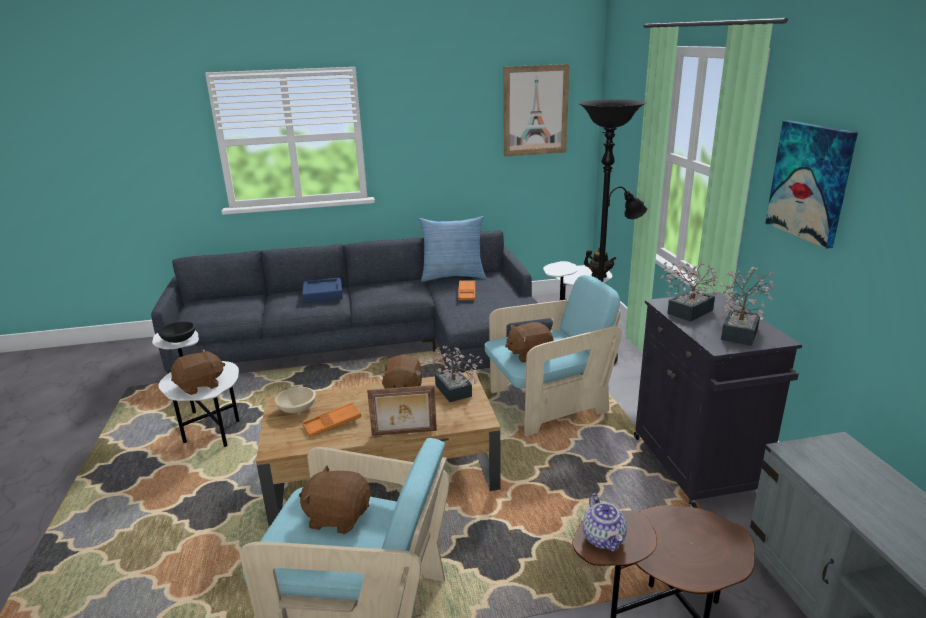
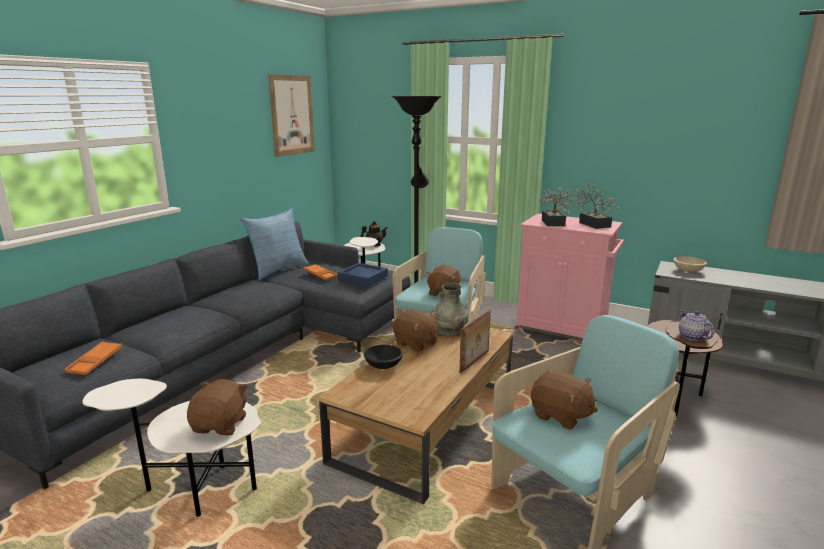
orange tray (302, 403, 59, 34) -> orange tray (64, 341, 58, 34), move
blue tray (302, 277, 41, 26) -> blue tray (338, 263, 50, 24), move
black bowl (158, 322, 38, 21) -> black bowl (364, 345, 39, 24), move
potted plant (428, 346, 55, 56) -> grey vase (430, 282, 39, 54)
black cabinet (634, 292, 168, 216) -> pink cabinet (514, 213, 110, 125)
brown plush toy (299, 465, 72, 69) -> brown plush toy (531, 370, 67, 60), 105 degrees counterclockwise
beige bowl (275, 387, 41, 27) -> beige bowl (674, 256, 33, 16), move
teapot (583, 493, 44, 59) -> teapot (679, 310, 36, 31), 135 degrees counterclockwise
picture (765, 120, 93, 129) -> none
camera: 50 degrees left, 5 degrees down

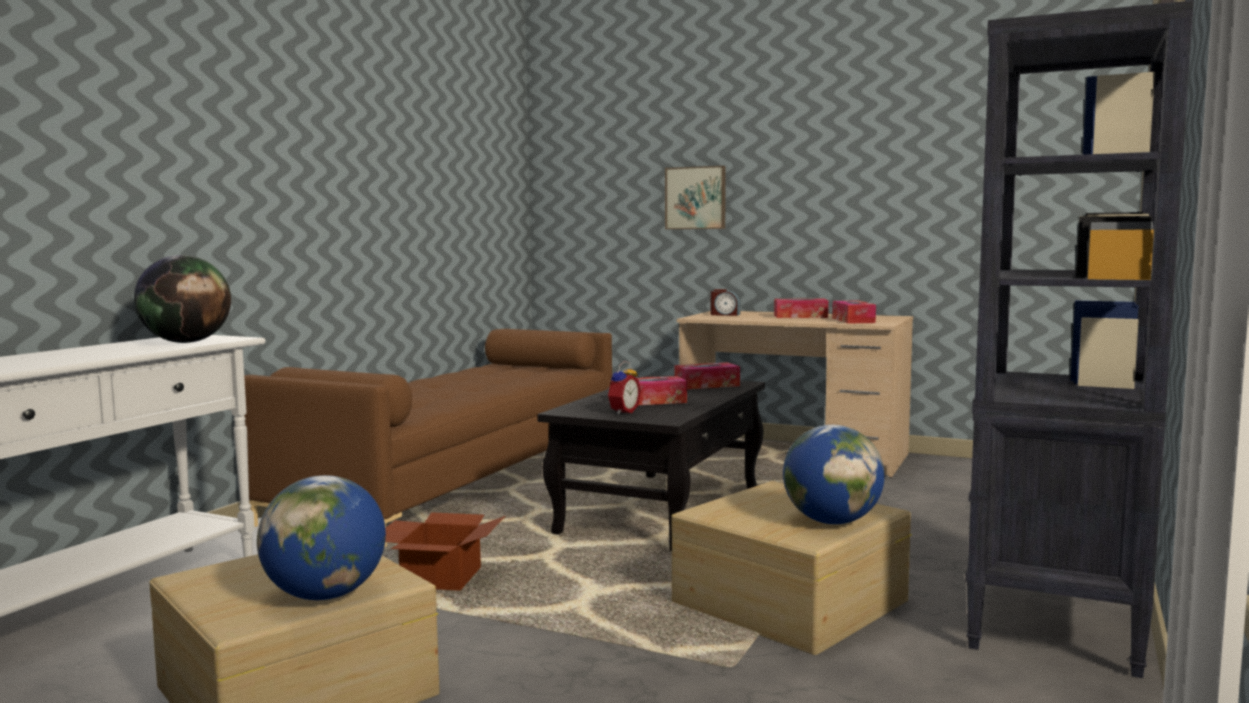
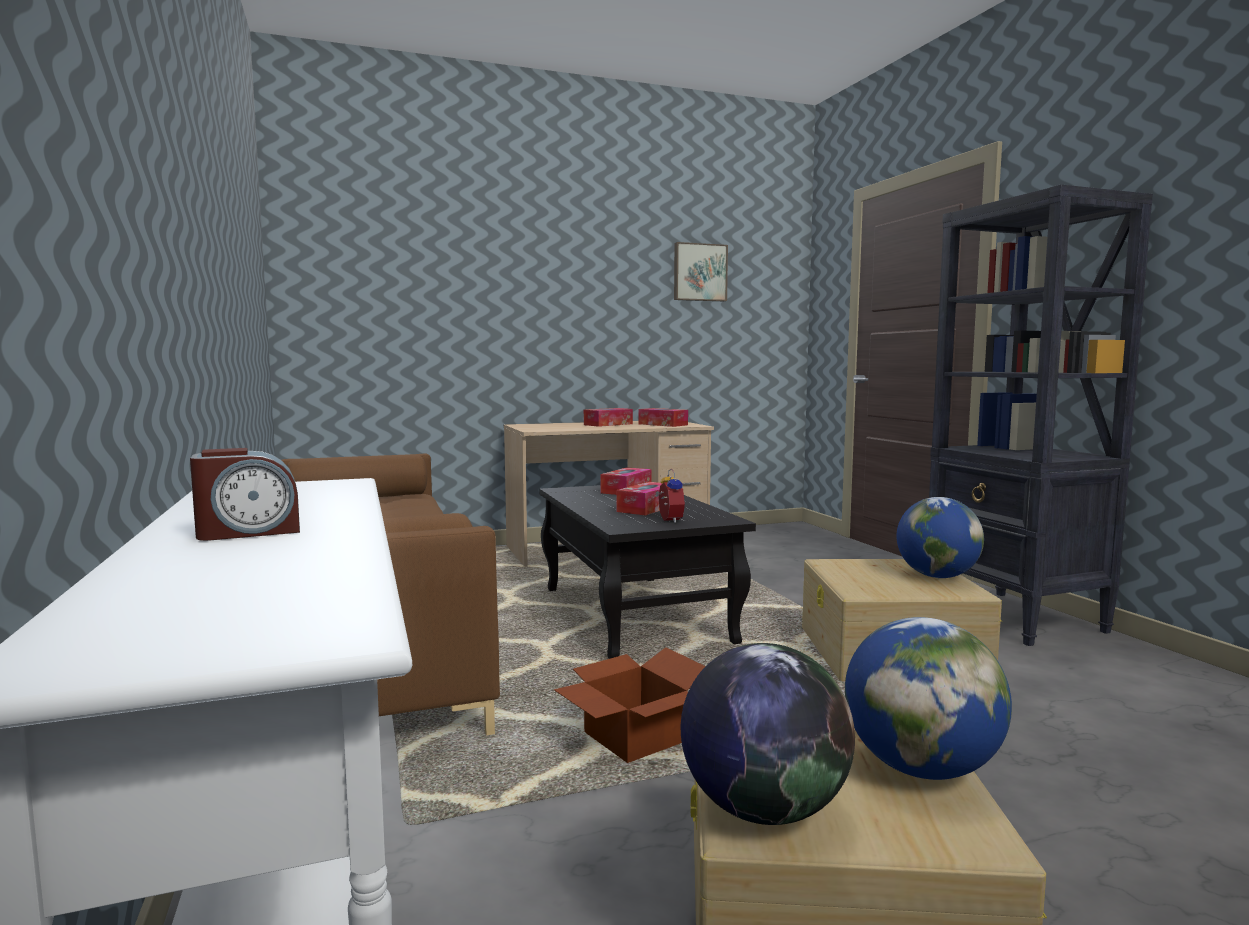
alarm clock (711, 289, 29, 27) -> alarm clock (190, 448, 110, 93), move
picture (665, 166, 61, 63) -> picture (674, 242, 54, 59), move
globe (134, 255, 97, 88) -> globe (681, 643, 174, 182), move
camera: 45 degrees left, 0 degrees up

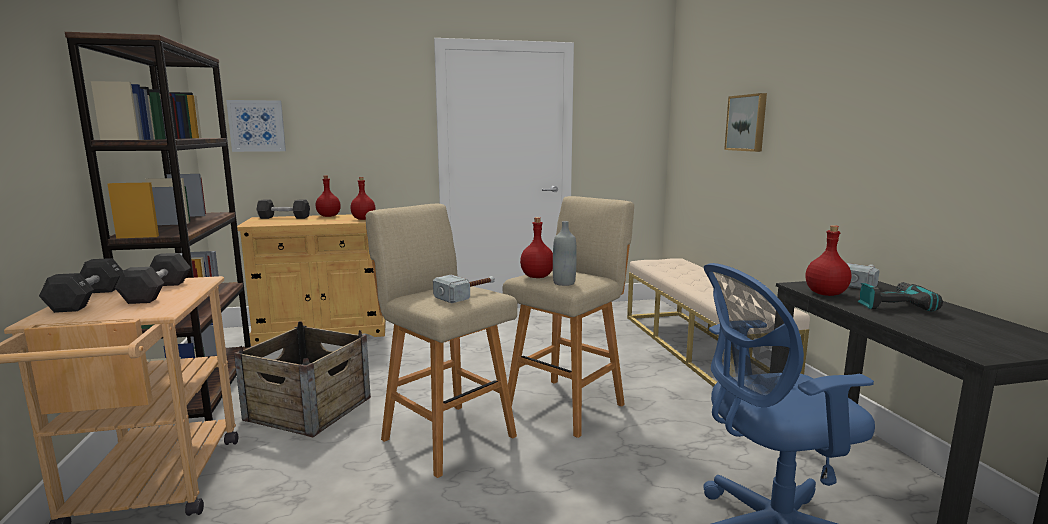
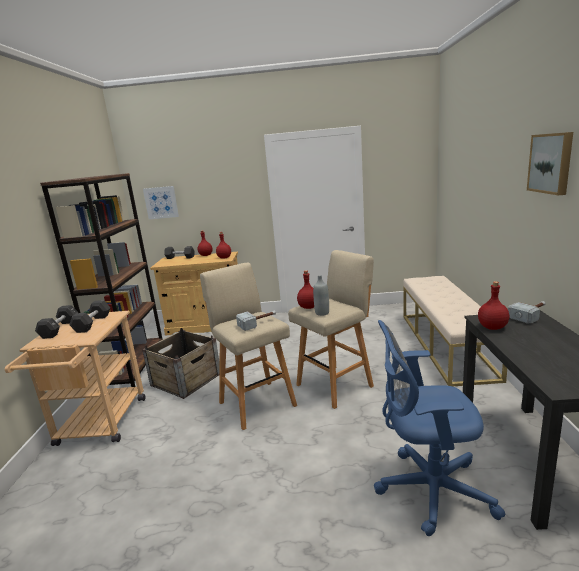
picture (724, 93, 43, 59) -> picture (527, 132, 46, 63), move
power drill (858, 282, 85, 30) -> none
camera: 15 degrees right, 5 degrees up

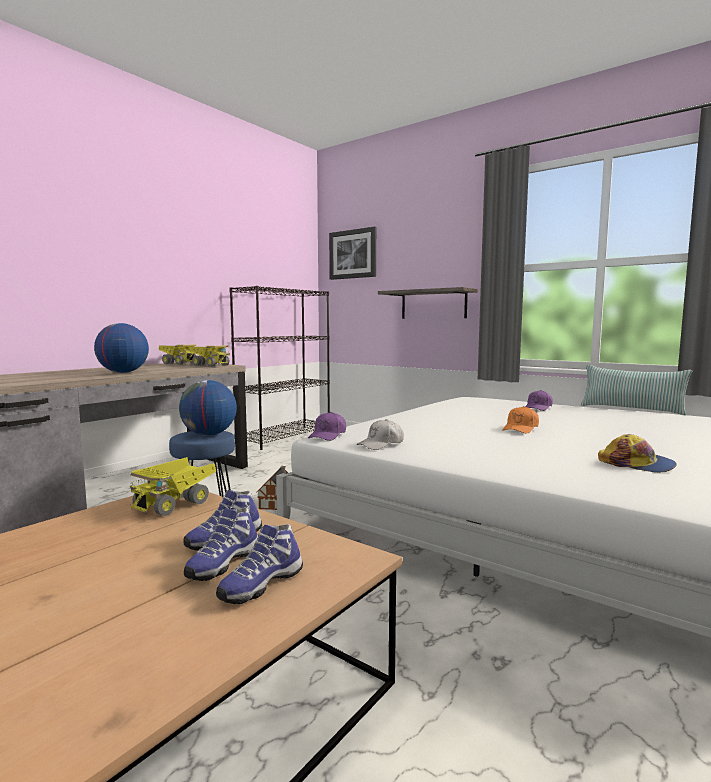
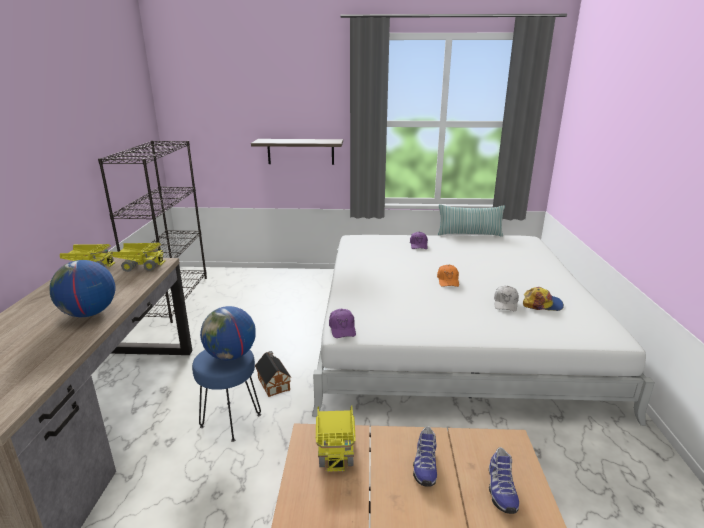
white cap (356, 419, 48, 31) -> white cap (494, 286, 25, 25), move
shoe (184, 508, 74, 73) -> none
picture (329, 227, 47, 53) -> none
camera: 35 degrees left, 15 degrees up

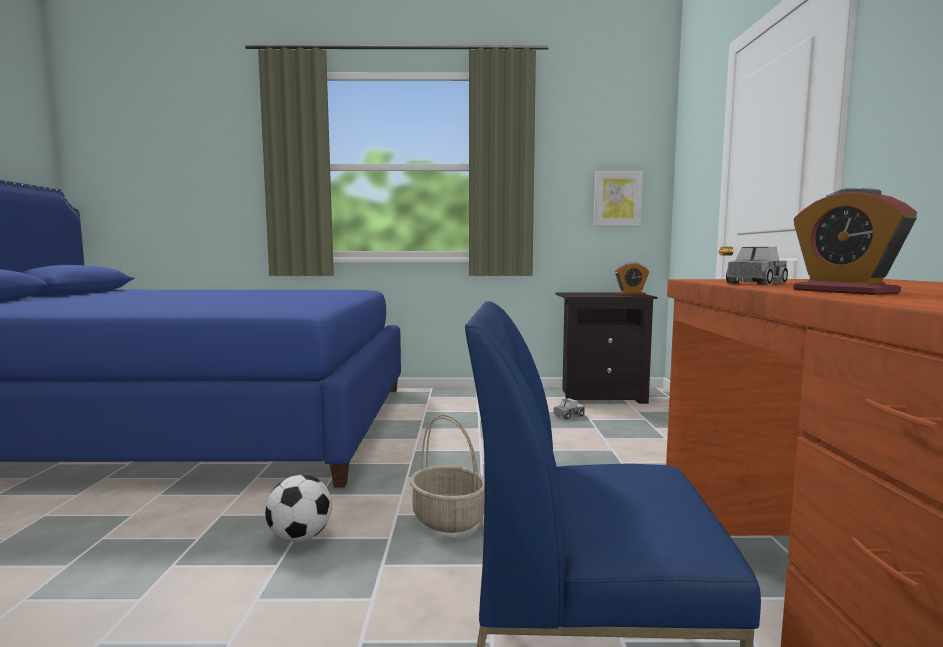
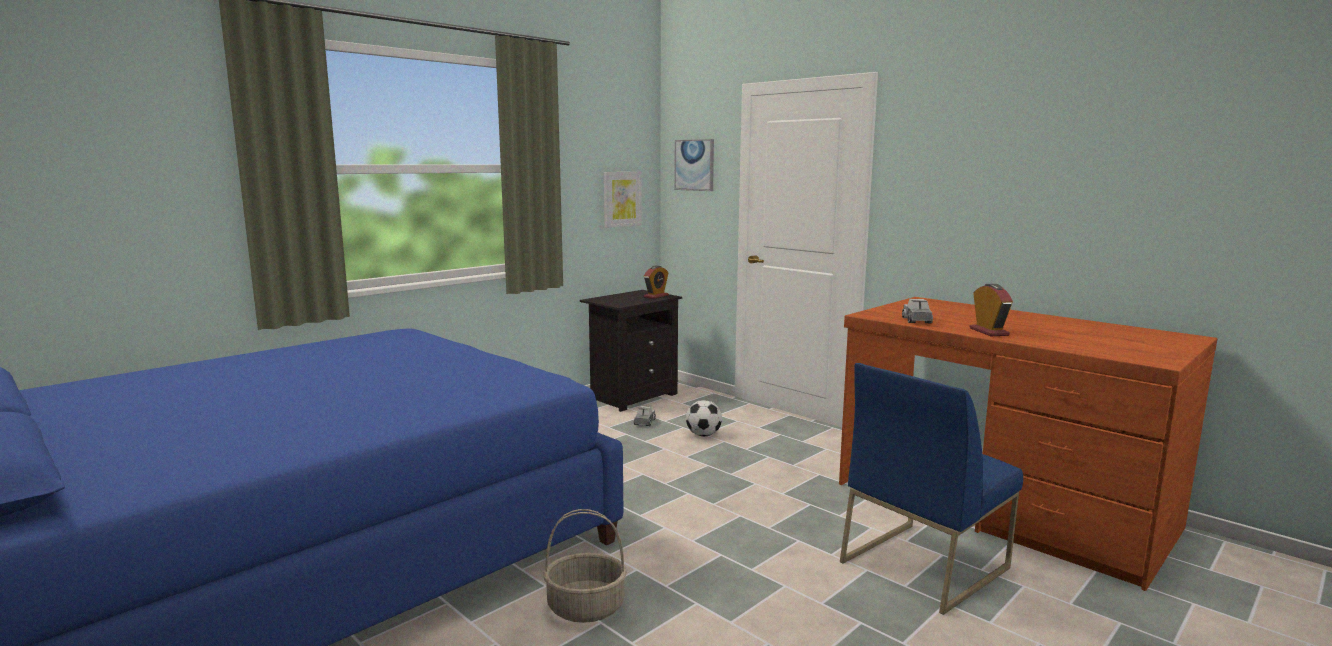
basket (410, 414, 75, 119) -> basket (543, 509, 84, 114), move
none -> picture (674, 139, 40, 52)
football (265, 475, 67, 67) -> football (686, 400, 36, 36), move
alarm clock (793, 188, 124, 107) -> alarm clock (969, 284, 44, 52), 120 degrees counterclockwise
camera: 45 degrees left, 5 degrees up

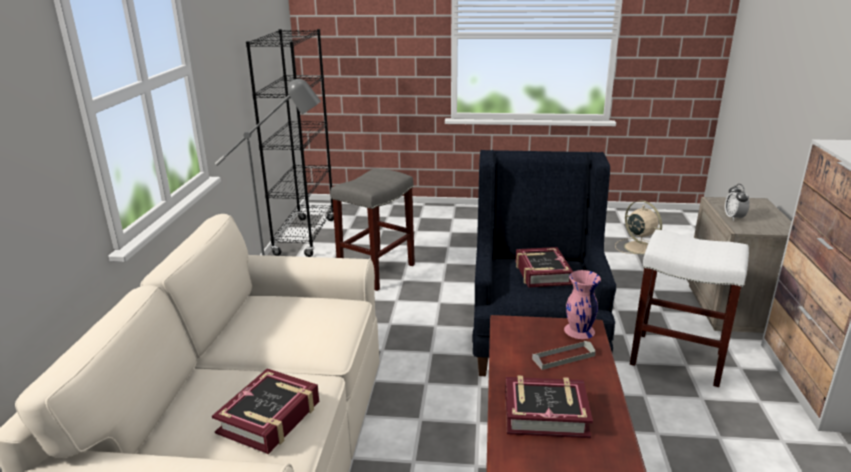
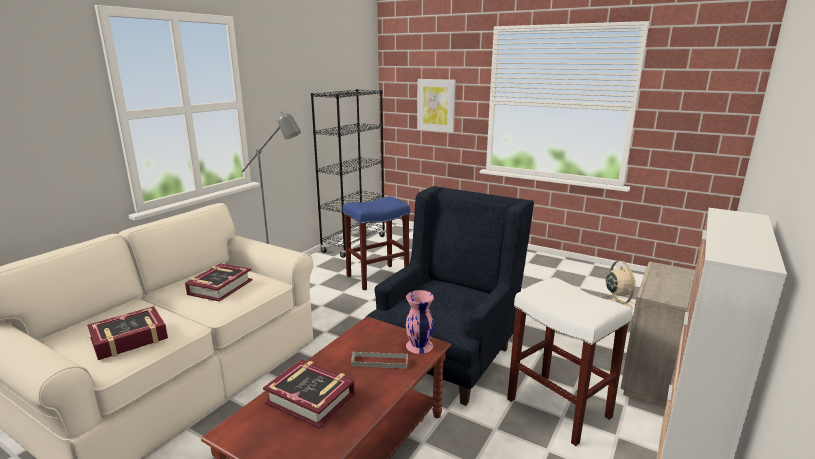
book (516, 247, 57, 40) -> book (185, 263, 67, 39), move
grey stool (330, 169, 85, 122) -> blue stool (343, 197, 67, 93)
none -> picture (417, 79, 39, 54)
alarm clock (725, 184, 25, 37) -> none
camera: 25 degrees right, 5 degrees down

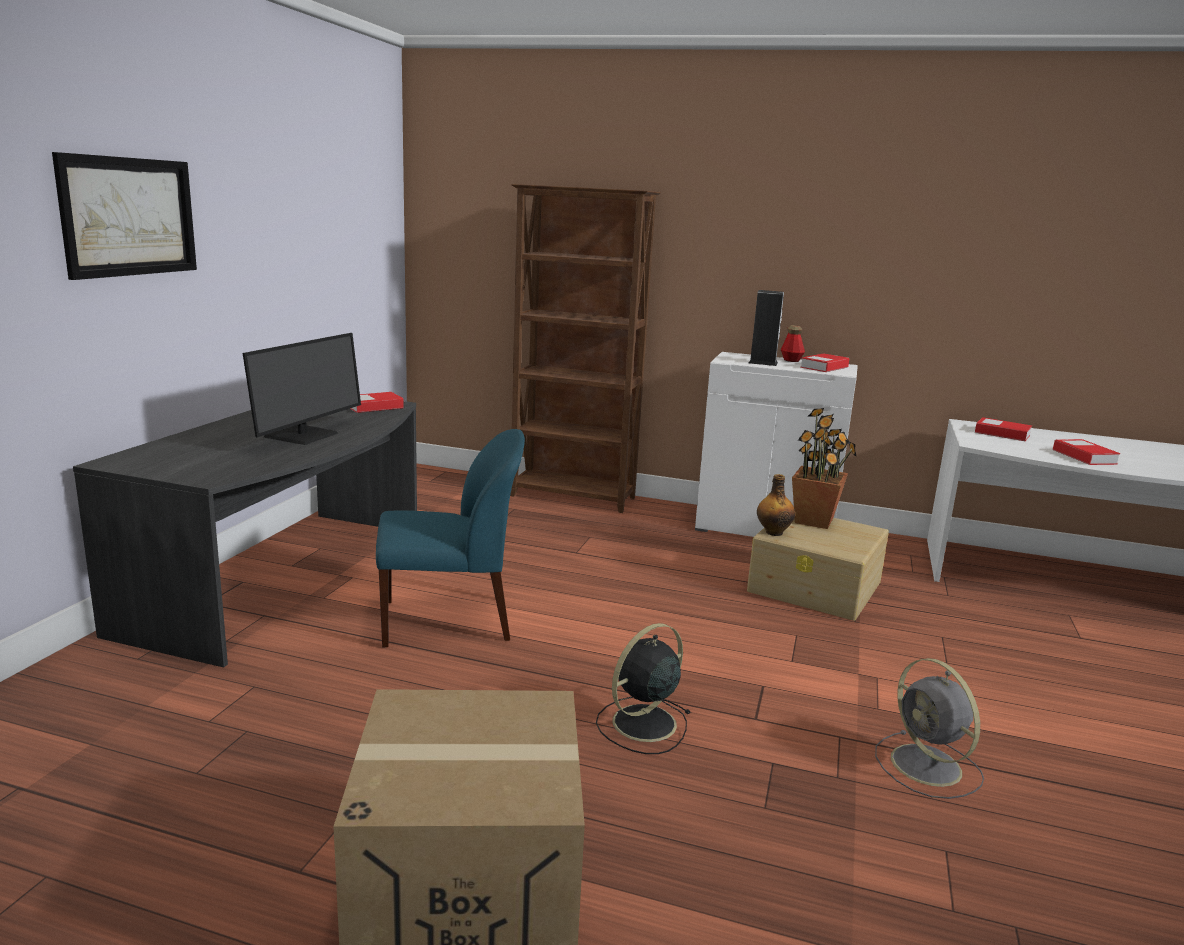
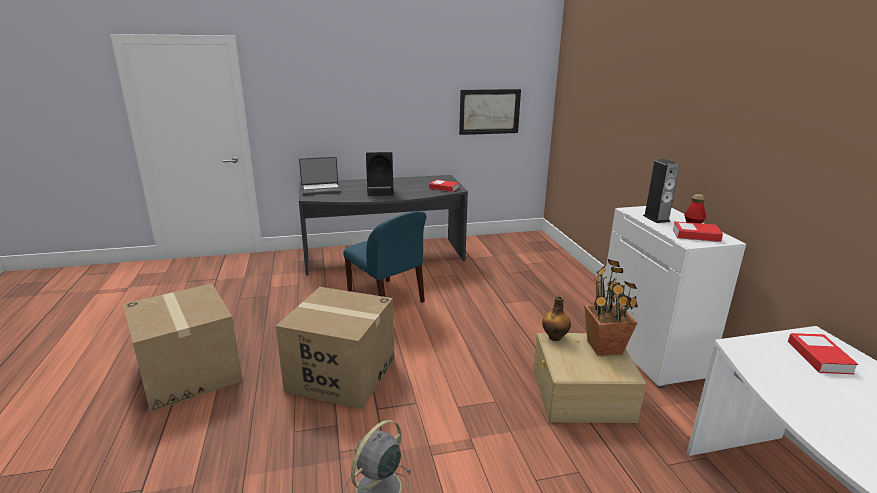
black fan (596, 623, 95, 131) -> cardboard box (276, 287, 118, 122)
none -> laptop (299, 157, 42, 38)
monitor (243, 333, 118, 112) -> black speaker (366, 152, 28, 44)
picture (52, 152, 145, 128) -> picture (459, 89, 62, 46), move
brown bookcase (510, 184, 151, 329) -> none
book (1053, 439, 67, 26) -> none
camera: 60 degrees right, 5 degrees up

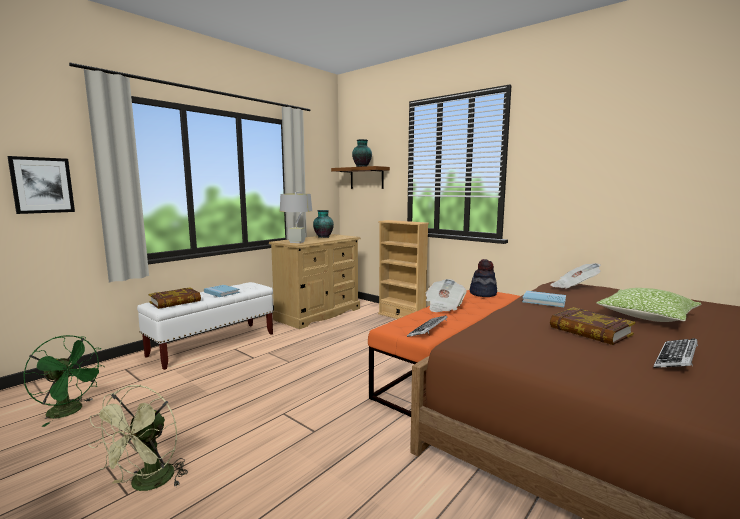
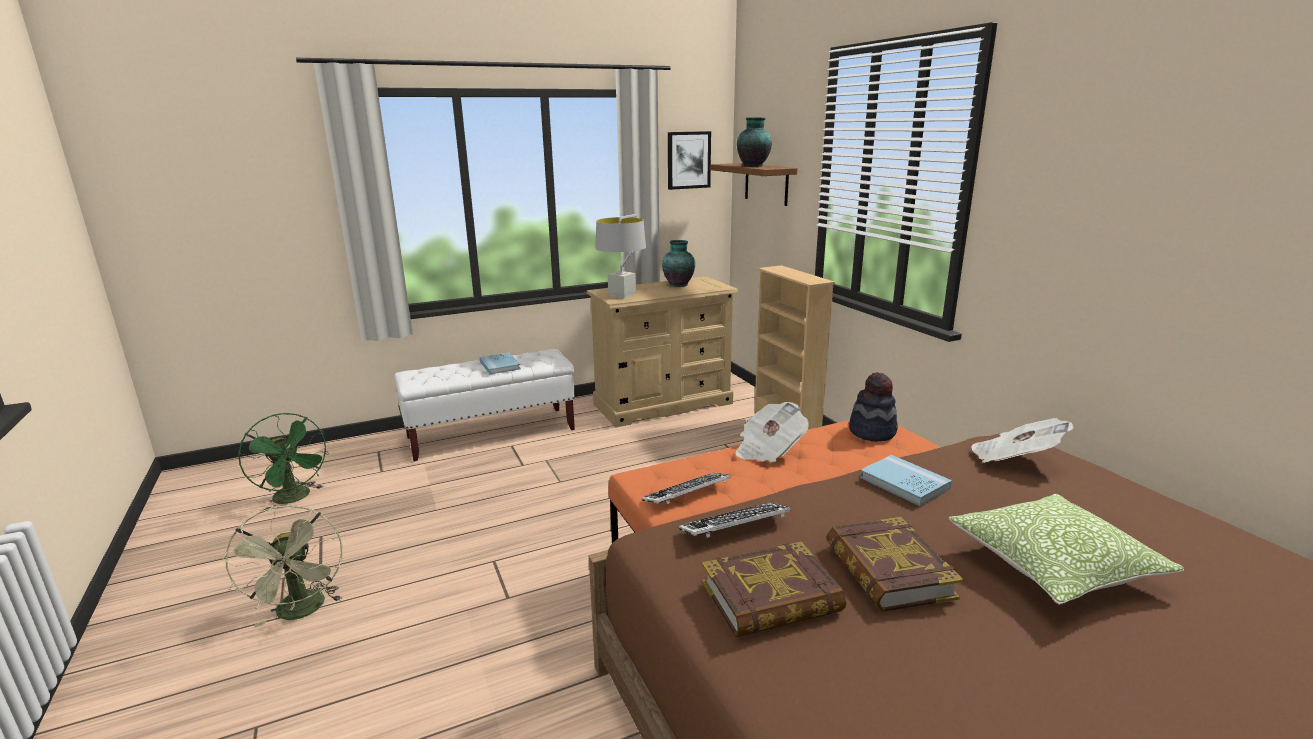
green fan (88, 385, 100, 106) -> green fan (223, 506, 119, 121), 60 degrees counterclockwise
picture (7, 156, 68, 58) -> picture (668, 131, 43, 59), move
keyboard (653, 338, 45, 30) -> keyboard (679, 502, 112, 36), move
book (149, 287, 52, 22) -> book (702, 542, 144, 95), move
camera: 25 degrees right, 10 degrees up

